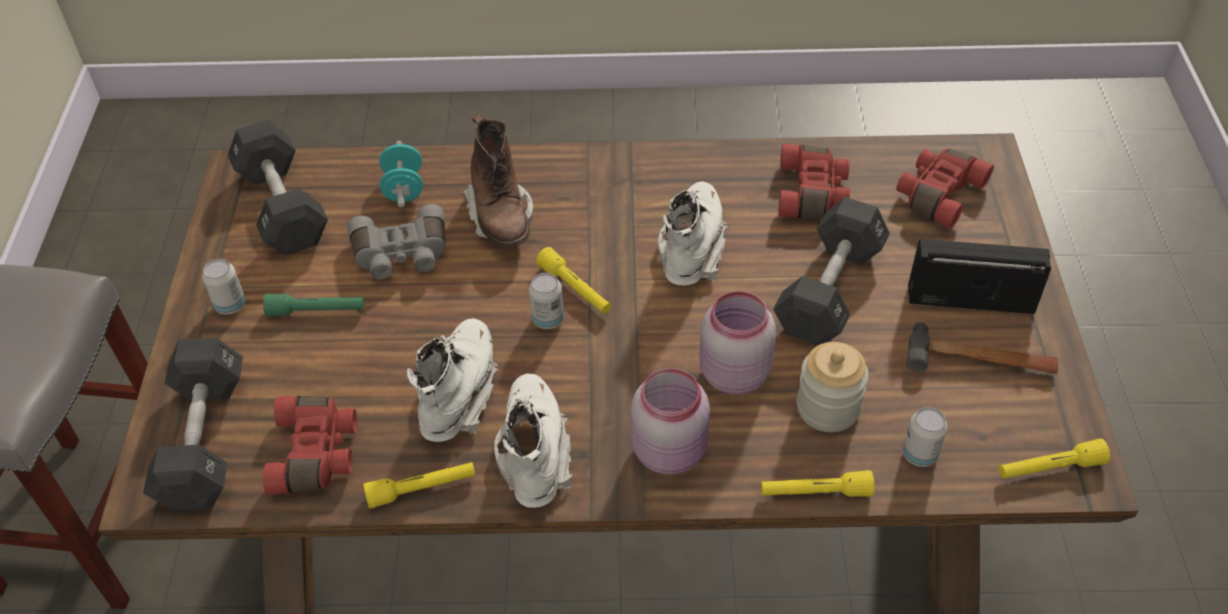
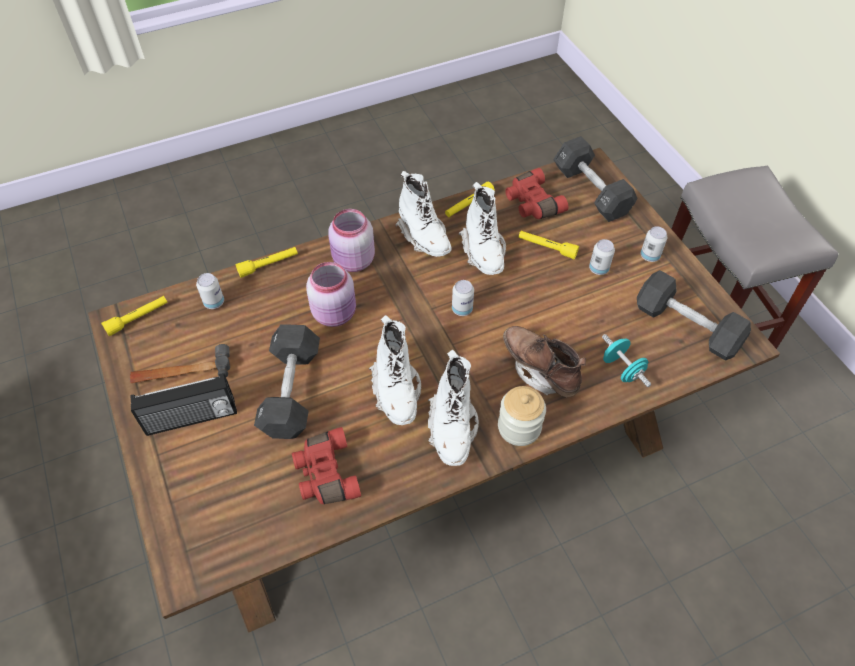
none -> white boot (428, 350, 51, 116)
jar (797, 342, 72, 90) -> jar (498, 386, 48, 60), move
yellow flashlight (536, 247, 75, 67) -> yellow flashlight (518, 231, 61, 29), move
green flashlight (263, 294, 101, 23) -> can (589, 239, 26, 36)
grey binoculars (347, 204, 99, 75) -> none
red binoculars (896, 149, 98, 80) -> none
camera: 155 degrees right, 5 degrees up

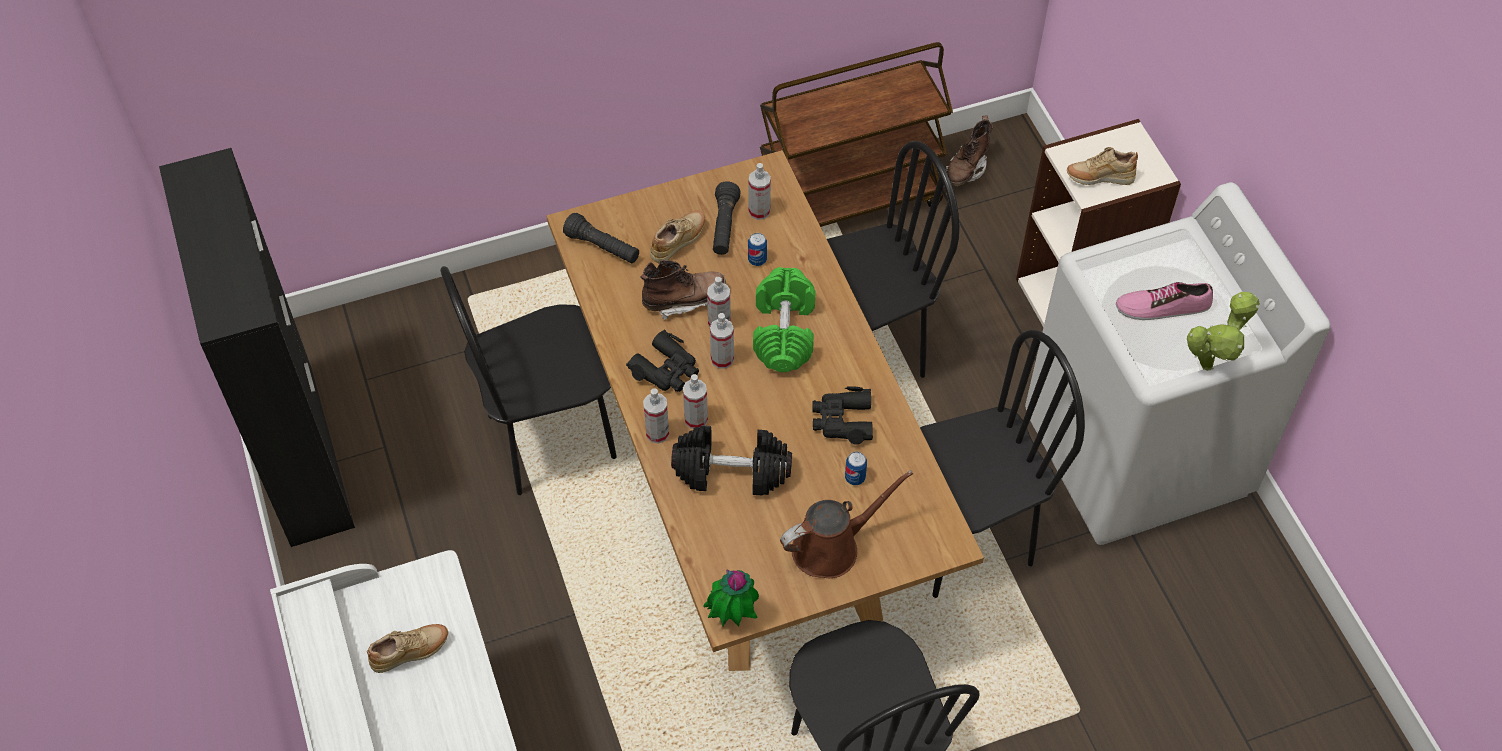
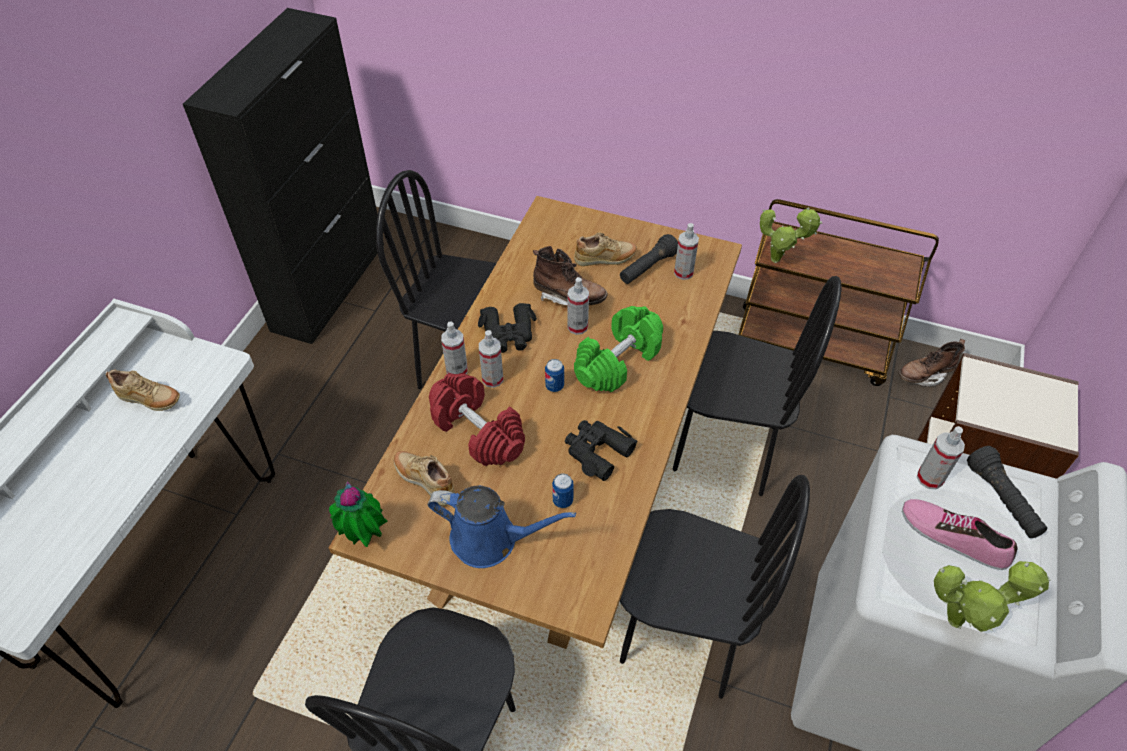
beige shoe (1067, 147, 71, 38) -> beige shoe (394, 451, 61, 55), move
brown watering can (780, 470, 133, 108) -> blue watering can (428, 486, 148, 82)
black dumbbell (671, 425, 121, 70) -> red dumbbell (429, 373, 96, 93)
can (748, 233, 19, 33) -> can (545, 359, 19, 33), move
none -> potted plant (760, 207, 62, 56)
spray bottle (710, 313, 24, 56) -> spray bottle (917, 426, 48, 63), move
black flashlight (563, 213, 76, 51) -> black flashlight (967, 446, 80, 92), move
camera: 40 degrees right, 5 degrees down

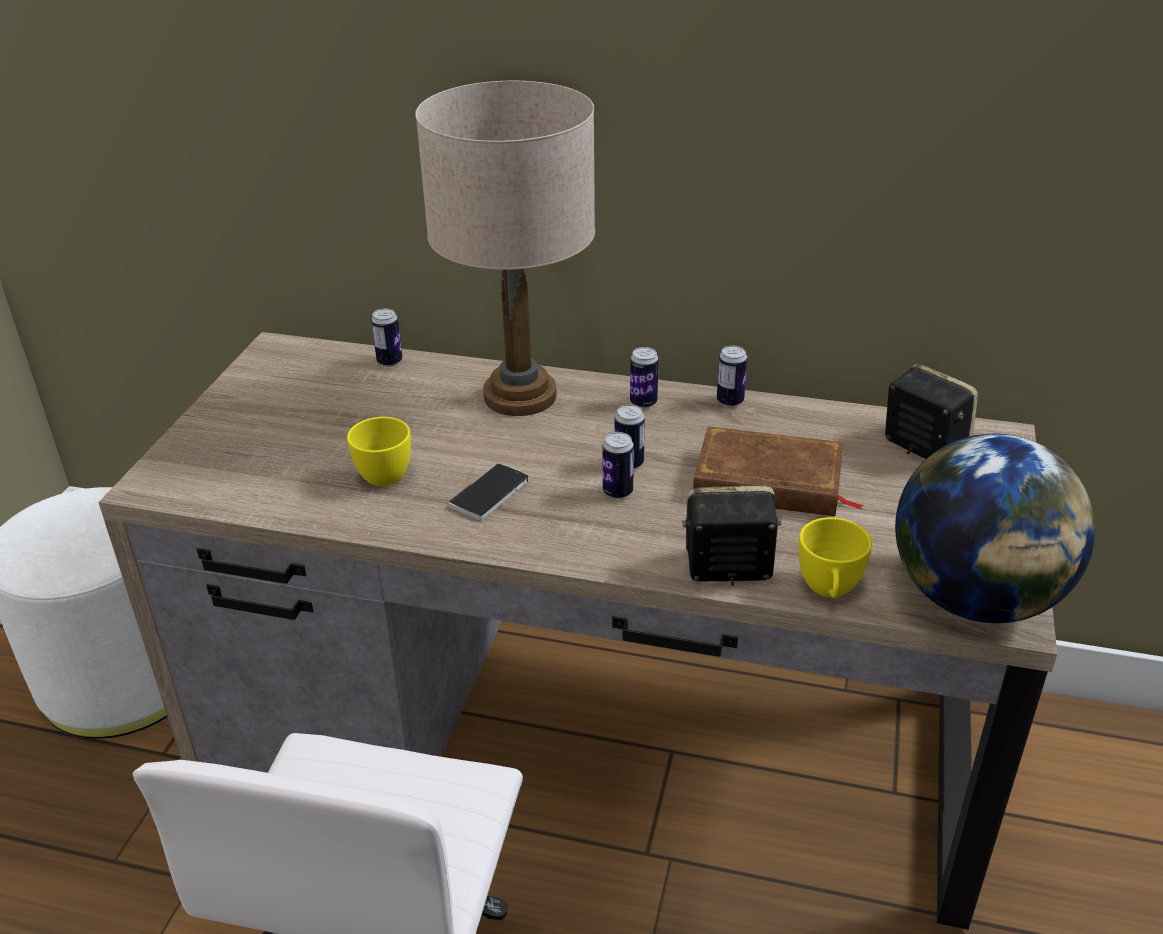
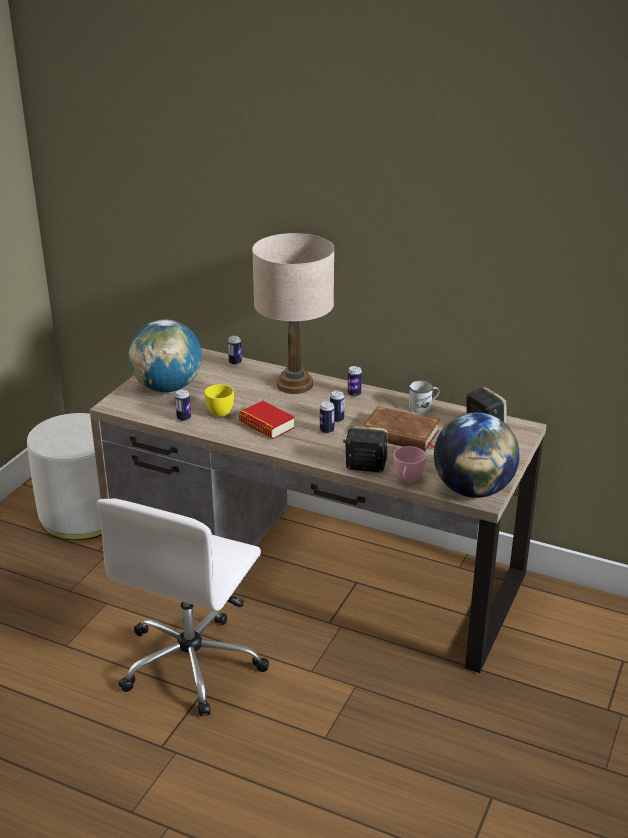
none -> globe (129, 319, 73, 73)
can (717, 345, 30, 62) -> can (175, 389, 16, 32), move
phone (449, 463, 80, 58) -> book (239, 401, 56, 38)
yellow cup (799, 517, 73, 81) -> pink cup (394, 446, 32, 36)
none -> white mug (409, 380, 31, 33)
camera: 10 degrees right, 5 degrees down

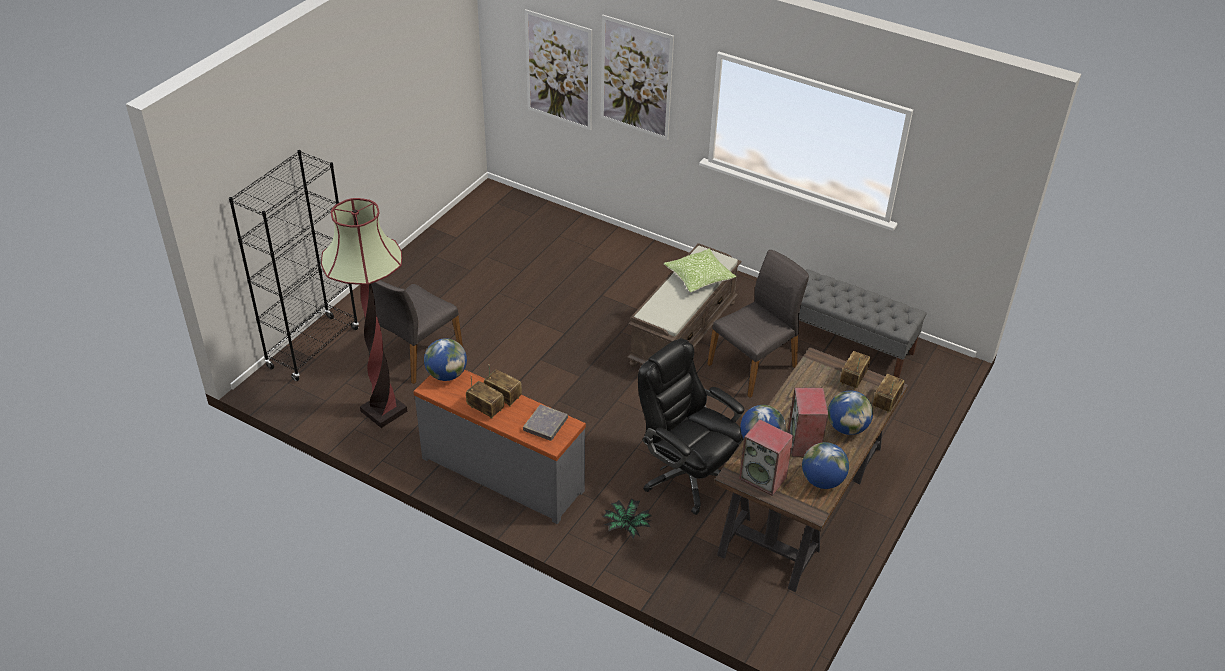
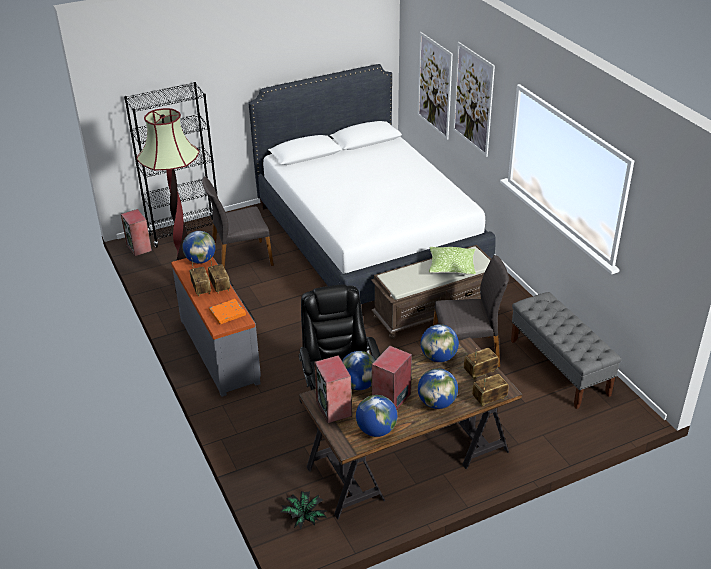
none -> speaker (121, 209, 31, 47)
grey book (523, 404, 45, 37) -> orange book (209, 299, 37, 25)
none -> white bed (248, 64, 248, 240)
potted plant (602, 498, 50, 41) -> potted plant (281, 491, 46, 38), move
none -> globe (421, 324, 38, 38)
camera: 35 degrees right, 5 degrees down

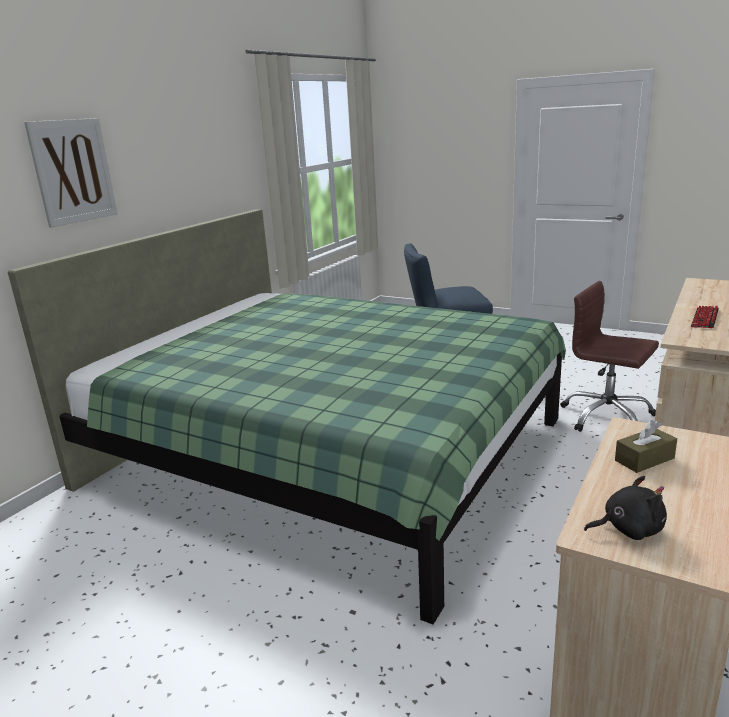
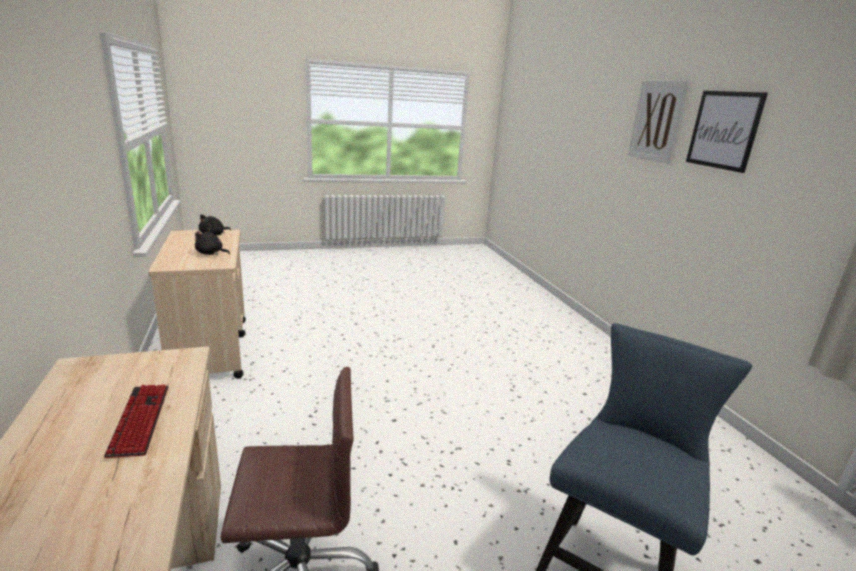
brown tissue box (615, 420, 62, 53) -> black plush toy (195, 228, 35, 27)
none -> picture (686, 91, 82, 82)
green bed (8, 209, 558, 415) -> none
camera: 130 degrees right, 0 degrees up

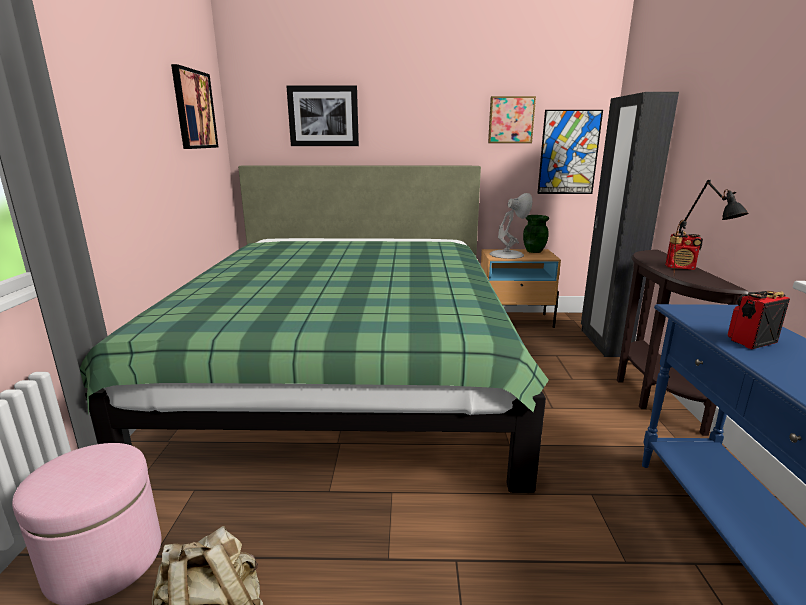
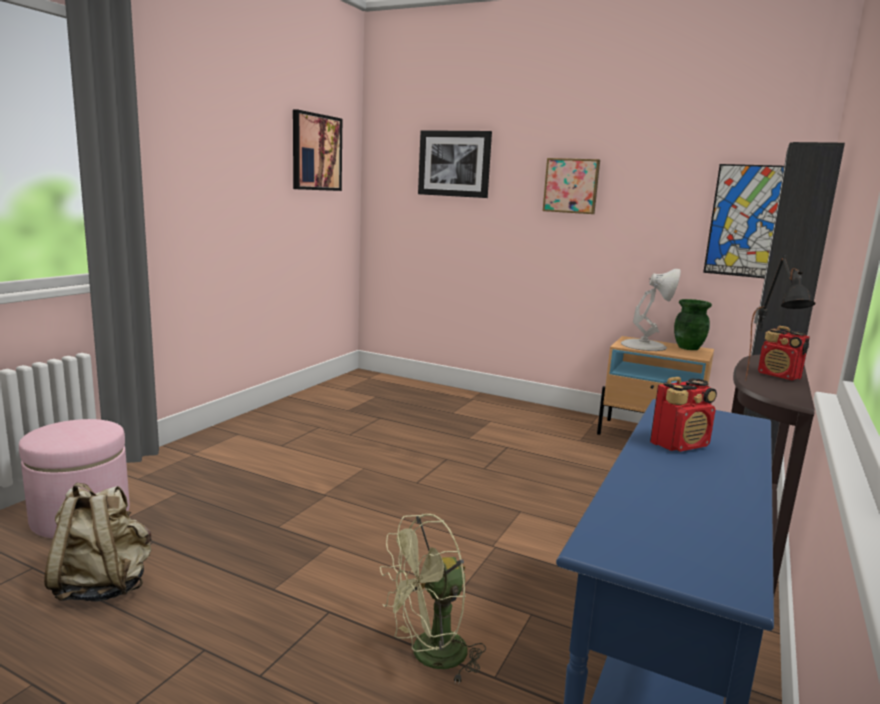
none -> green fan (380, 514, 106, 168)
picture (488, 96, 48, 47) -> picture (543, 158, 57, 56), move
radio (728, 291, 62, 58) -> radio (650, 377, 67, 75), 150 degrees clockwise
green bed (80, 166, 469, 327) -> none
camera: 25 degrees right, 5 degrees down

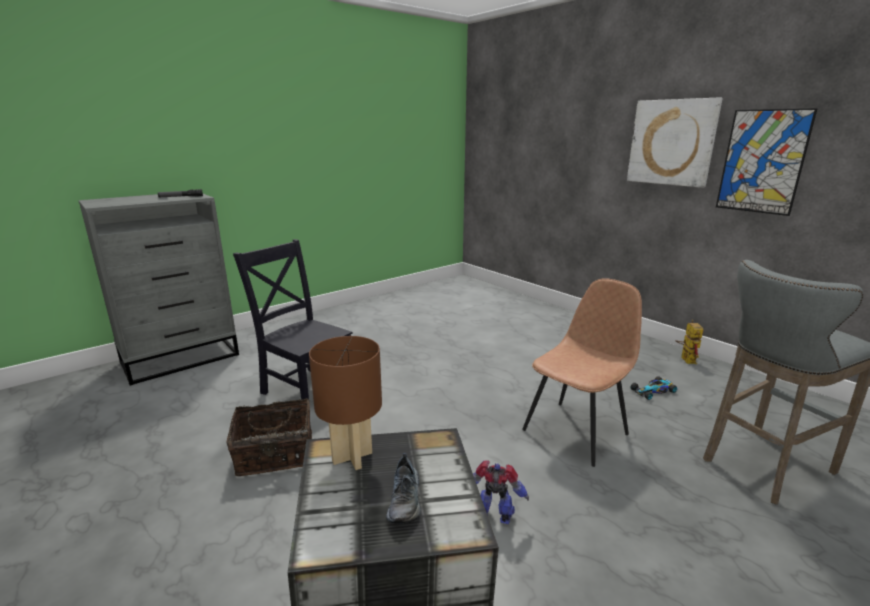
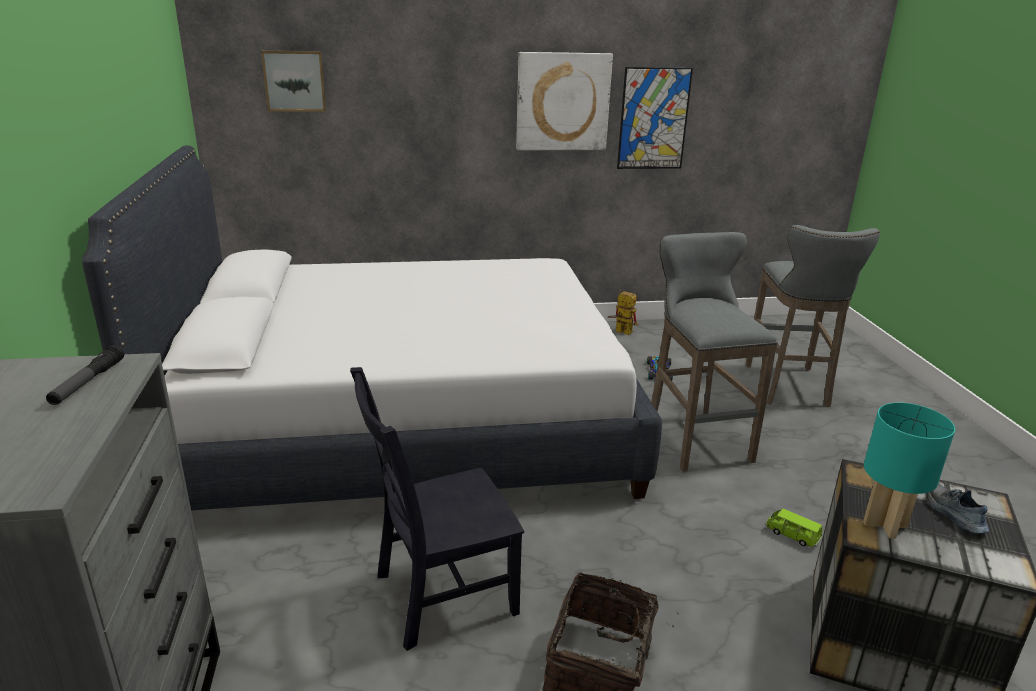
none -> white bed (82, 145, 580, 365)
none -> picture (261, 50, 65, 62)
brown chair (522, 278, 120, 189) -> grey stool (651, 232, 126, 240)
toy robot (473, 460, 56, 64) -> green toy car (765, 509, 57, 38)
brown table lamp (309, 336, 73, 134) -> turquoise table lamp (863, 402, 92, 137)
shoe (386, 453, 35, 71) -> shoe (927, 483, 62, 51), 135 degrees counterclockwise
camera: 60 degrees left, 5 degrees up

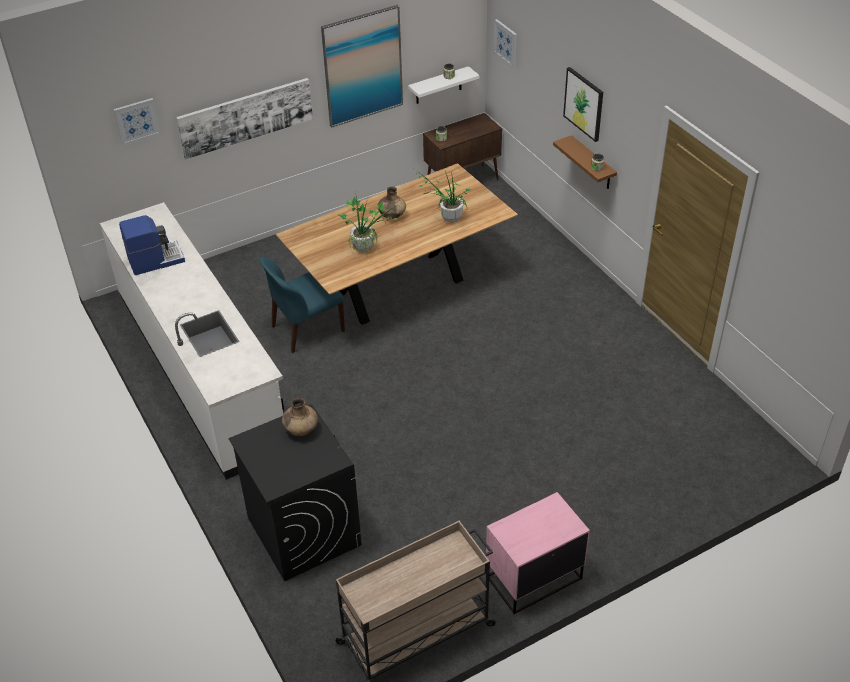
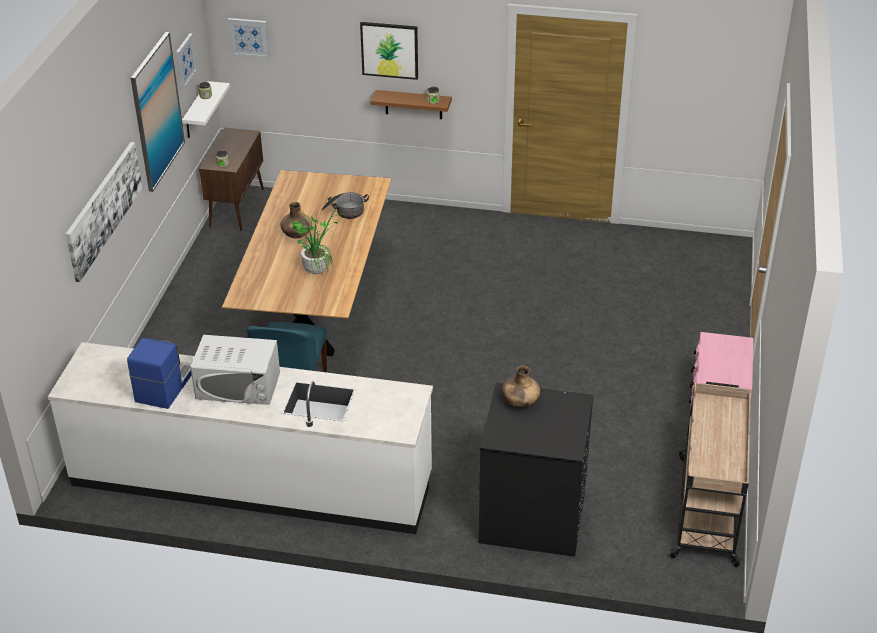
picture (113, 98, 48, 47) -> picture (176, 33, 21, 56), move
none -> white microwave (190, 335, 90, 70)
potted plant (416, 168, 55, 54) -> cooking pot (321, 192, 48, 27)
camera: 50 degrees left, 5 degrees down

